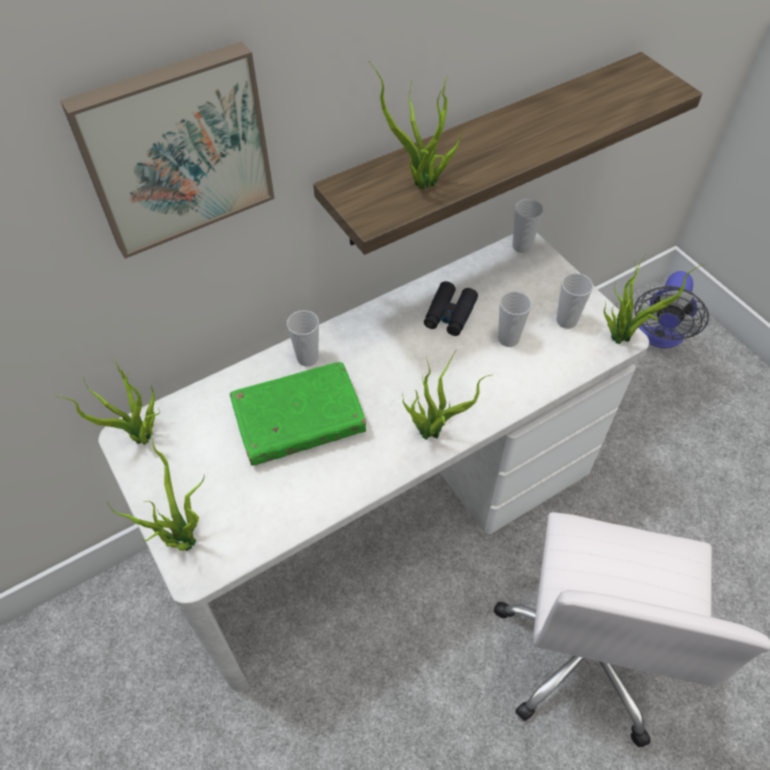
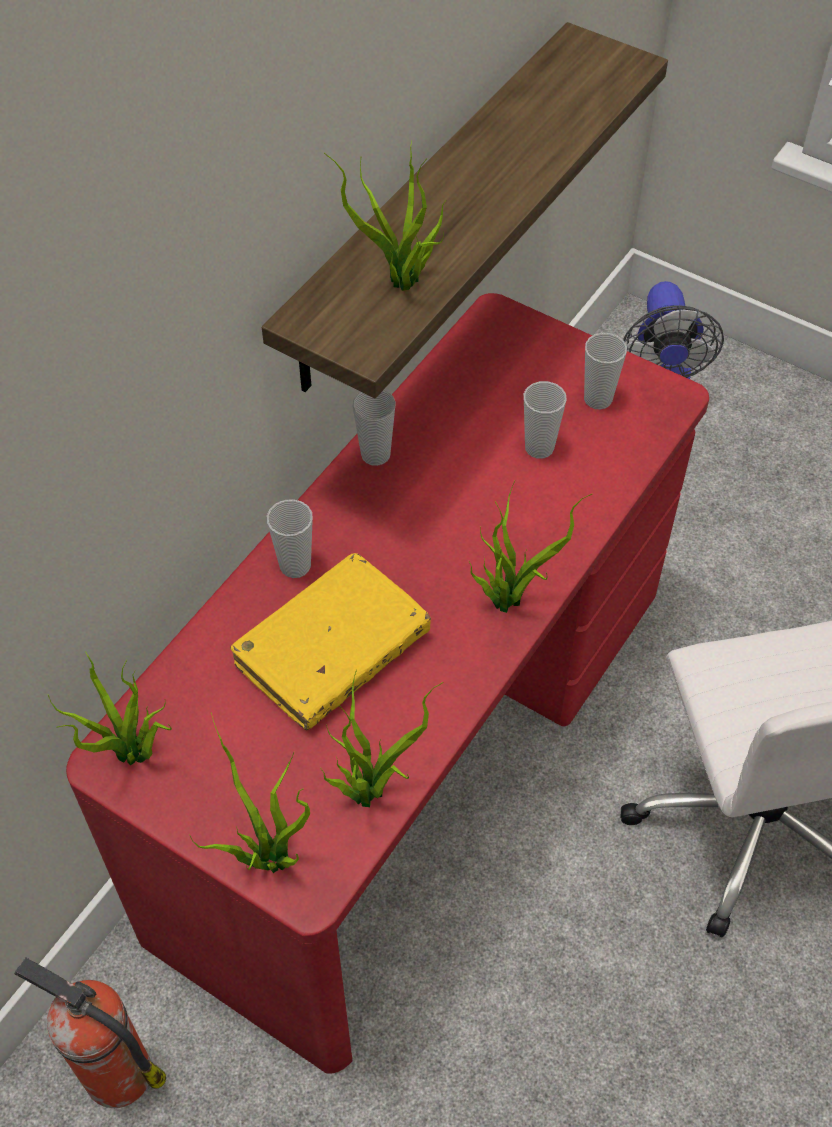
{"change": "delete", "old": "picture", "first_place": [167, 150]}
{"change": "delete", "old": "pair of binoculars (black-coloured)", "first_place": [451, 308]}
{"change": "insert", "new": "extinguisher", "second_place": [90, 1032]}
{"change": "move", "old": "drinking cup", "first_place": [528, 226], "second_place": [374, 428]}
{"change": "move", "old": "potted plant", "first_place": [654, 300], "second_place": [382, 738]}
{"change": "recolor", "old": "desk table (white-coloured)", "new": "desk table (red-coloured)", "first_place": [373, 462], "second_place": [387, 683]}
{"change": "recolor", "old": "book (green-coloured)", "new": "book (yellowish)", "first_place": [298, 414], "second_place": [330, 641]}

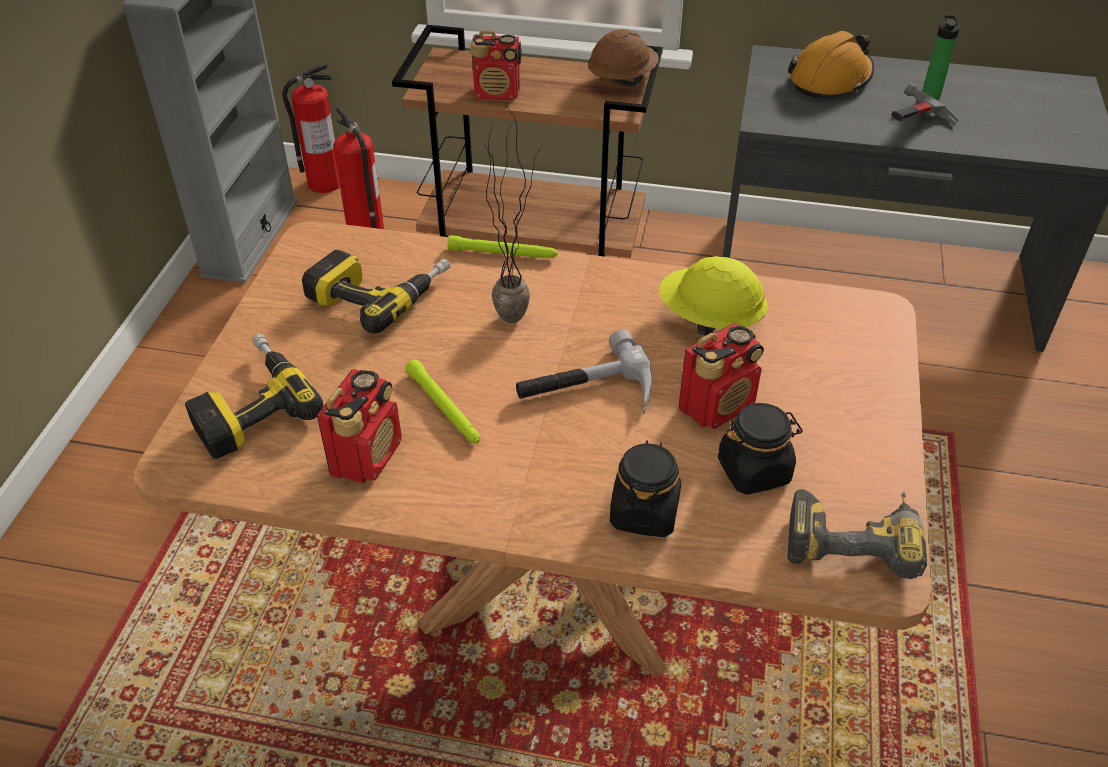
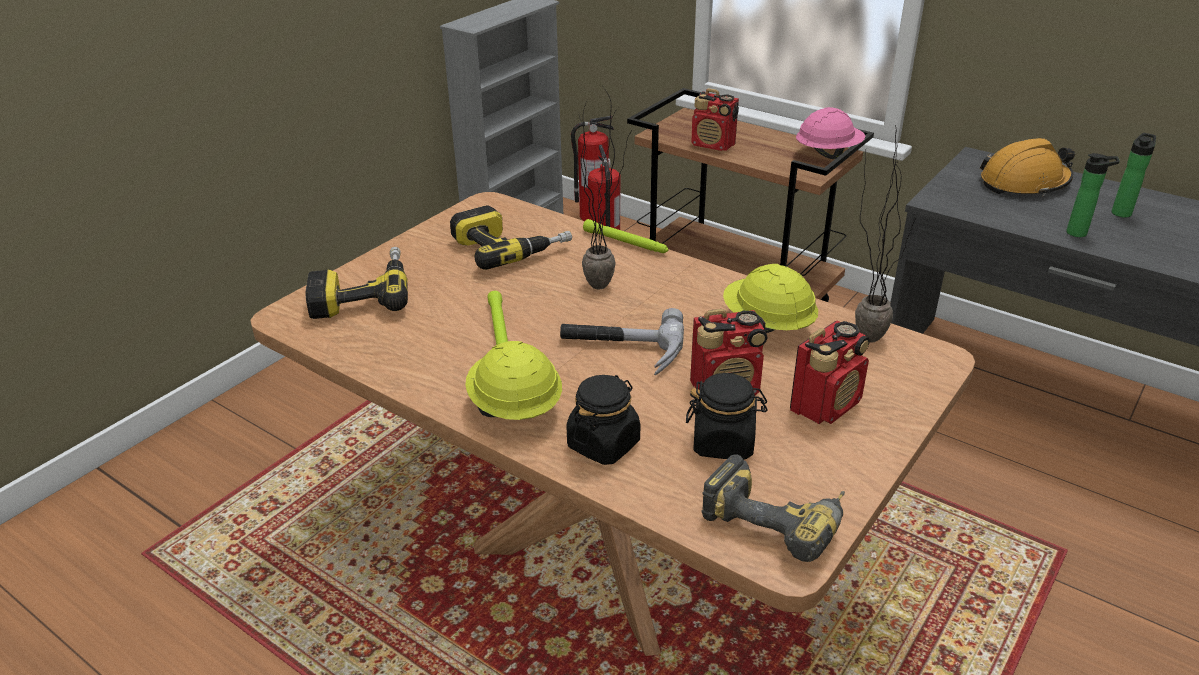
{"change": "insert", "new": "safety helmet (yellowish)", "second_place": [513, 380]}
{"change": "insert", "new": "potted plant", "second_place": [884, 234]}
{"change": "move", "old": "radio set", "first_place": [359, 426], "second_place": [830, 372]}
{"change": "replace", "old": "hammer", "new": "beverage bottle", "first_place": [924, 104], "second_place": [1093, 195]}
{"change": "recolor", "old": "safety helmet (brown)", "new": "safety helmet (pinkish)", "first_place": [623, 58], "second_place": [830, 133]}

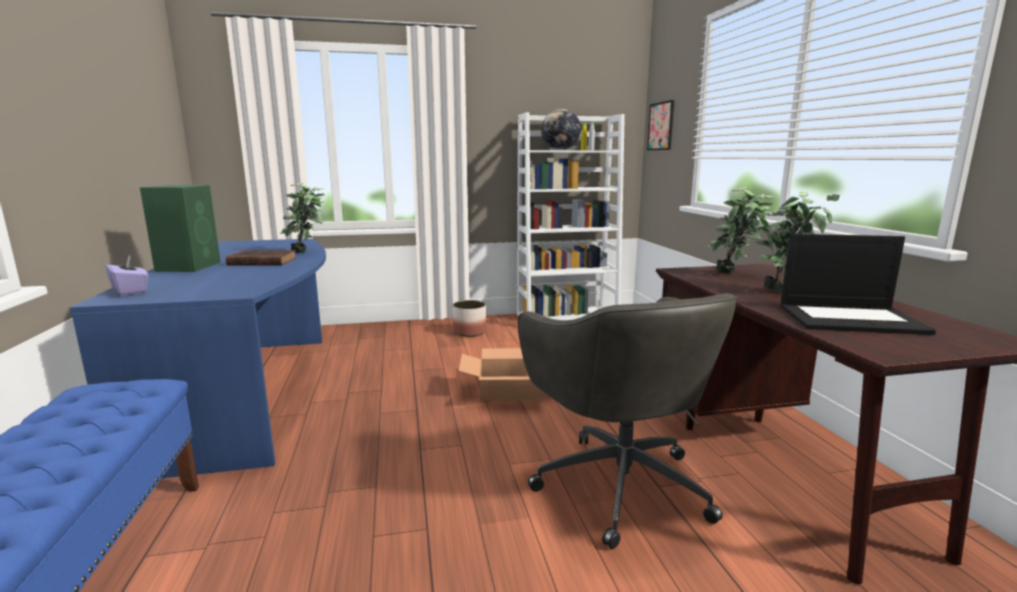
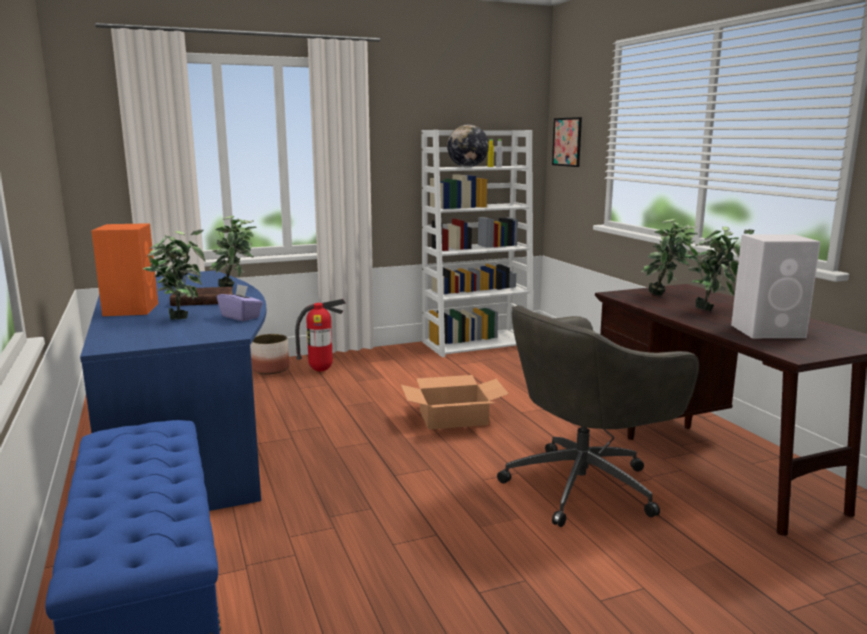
{"change": "insert", "new": "potted plant", "second_place": [174, 274]}
{"change": "insert", "new": "extinguisher", "second_place": [320, 335]}
{"change": "move", "old": "box of tissues (purplish)", "first_place": [127, 275], "second_place": [240, 302]}
{"change": "move", "old": "plant pot", "first_place": [470, 318], "second_place": [269, 354]}
{"change": "replace", "old": "portable computer", "new": "speaker (white-coloured)", "first_place": [858, 284], "second_place": [776, 286]}
{"change": "recolor", "old": "speaker (green-coloured)", "new": "speaker (orange-coloured)", "first_place": [180, 228], "second_place": [124, 269]}
{"change": "rotate", "old": "desk chair (greyish)", "first_place": [628, 421], "second_place": [598, 416], "degrees": 90}

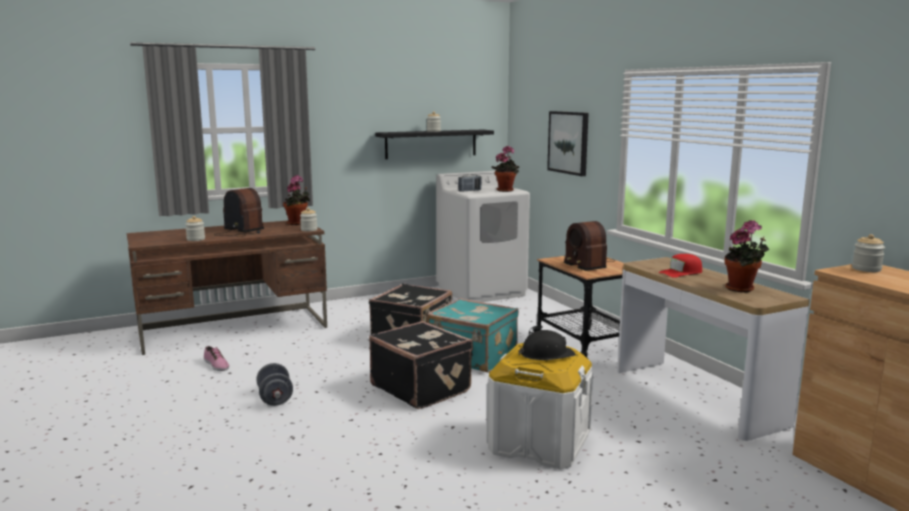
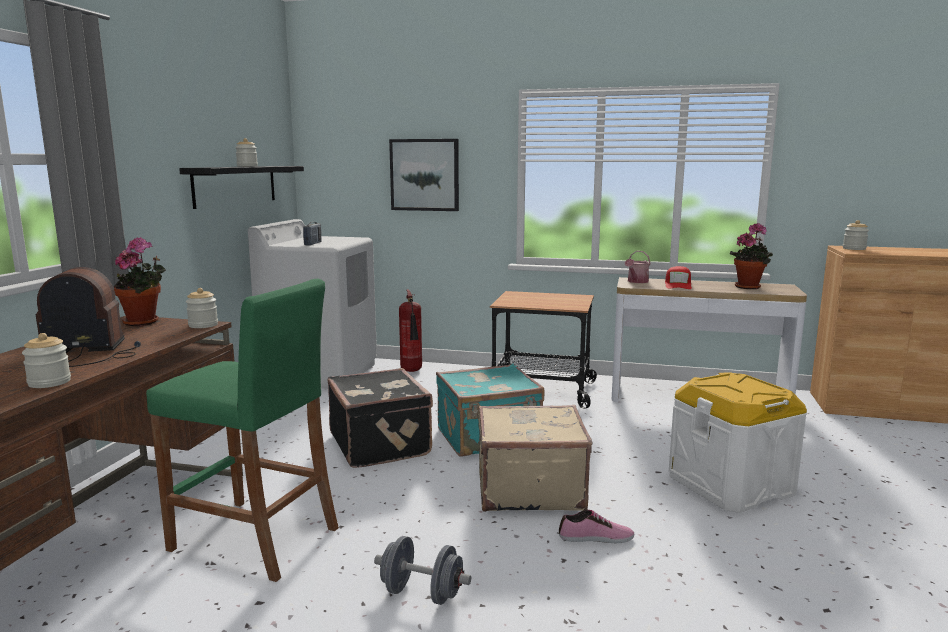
{"change": "delete", "old": "potted plant", "first_place": [505, 169]}
{"change": "delete", "old": "safety helmet (black-coloured)", "first_place": [547, 345]}
{"change": "delete", "old": "radio set", "first_place": [589, 246]}
{"change": "insert", "new": "sitting stool (green-coloured)", "second_place": [242, 430]}
{"change": "insert", "new": "extinguisher", "second_place": [410, 330]}
{"change": "insert", "new": "watering can", "second_place": [638, 267]}
{"change": "move", "old": "low shoe", "first_place": [216, 358], "second_place": [596, 526]}
{"change": "recolor", "old": "piece of luggage (black-coloured)", "new": "piece of luggage (sand-coloured)", "first_place": [421, 365], "second_place": [535, 458]}

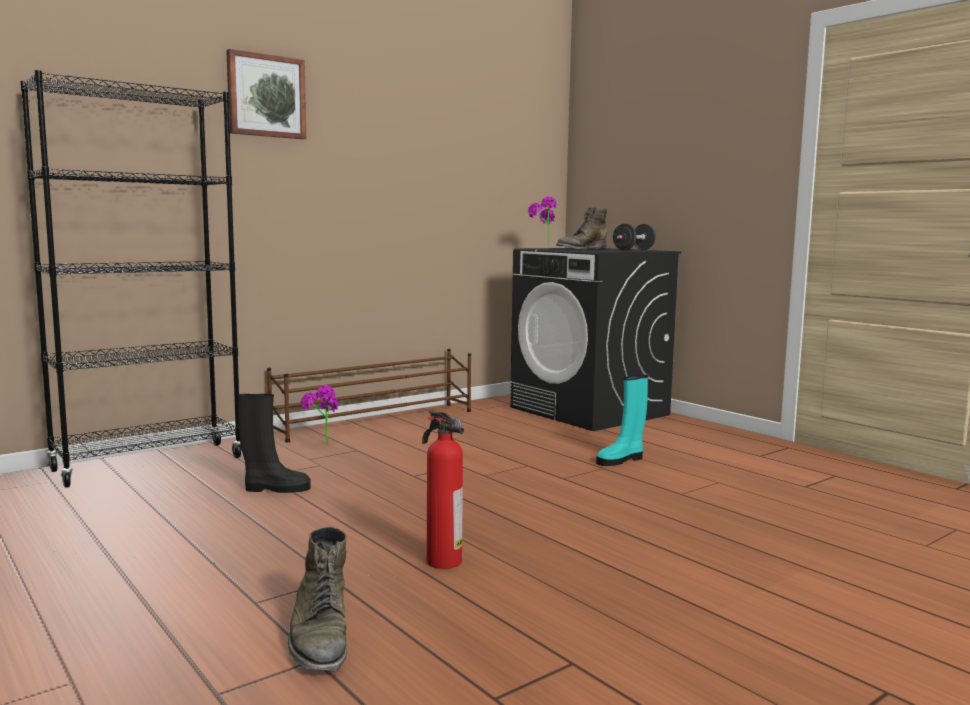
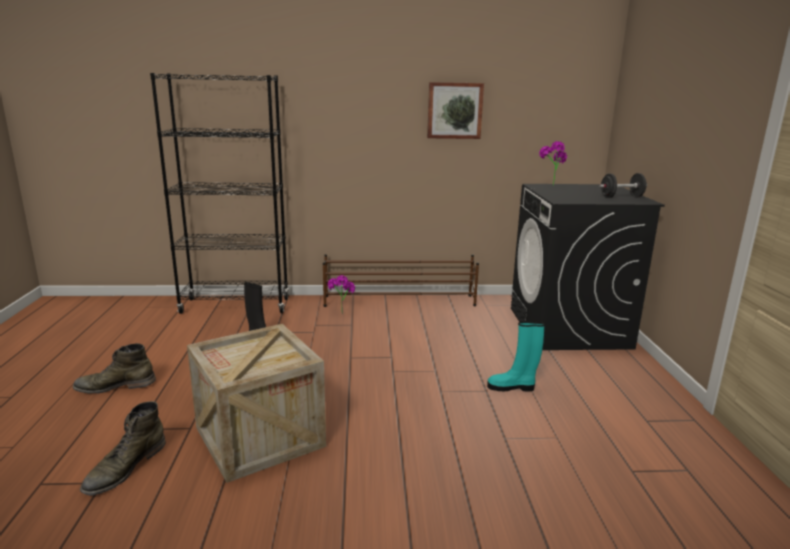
{"change": "move", "old": "picture", "first_place": [266, 94], "second_place": [455, 110]}
{"change": "move", "old": "high-top boot (green-coloured)", "first_place": [581, 228], "second_place": [114, 368]}
{"change": "replace", "old": "extinguisher", "new": "packing crate", "first_place": [443, 490], "second_place": [256, 403]}

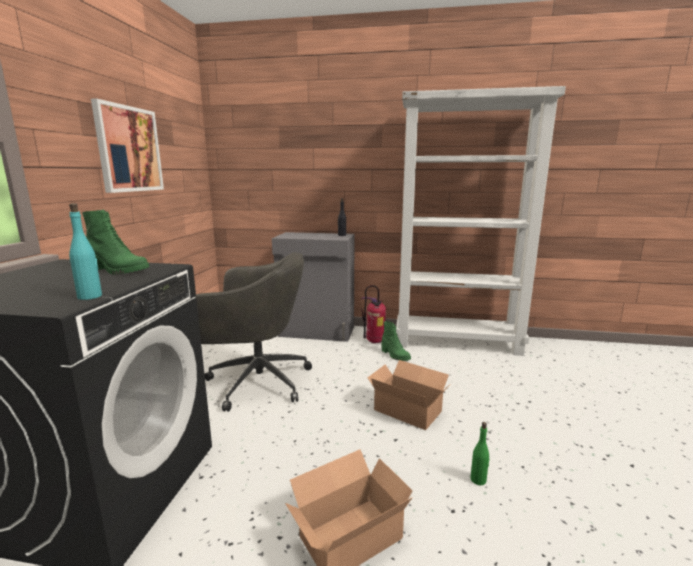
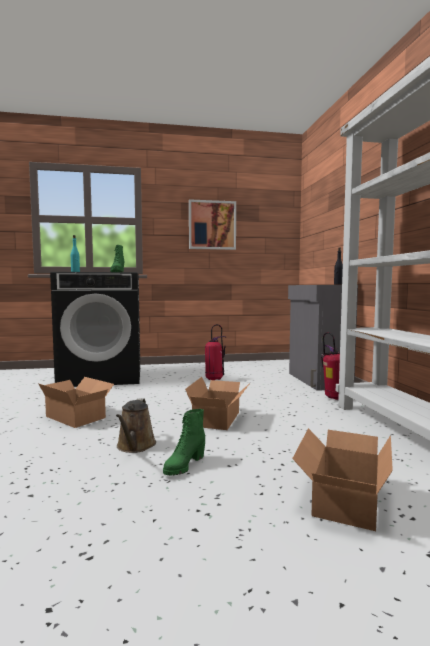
{"change": "insert", "new": "packing box", "second_place": [342, 479]}
{"change": "move", "old": "high-top boot (green-coloured)", "first_place": [396, 341], "second_place": [184, 442]}
{"change": "replace", "old": "desk chair (greyish)", "new": "extinguisher", "first_place": [253, 331], "second_place": [216, 352]}
{"change": "replace", "old": "beverage bottle (green-coloured)", "new": "watering can (brown)", "first_place": [480, 453], "second_place": [136, 425]}

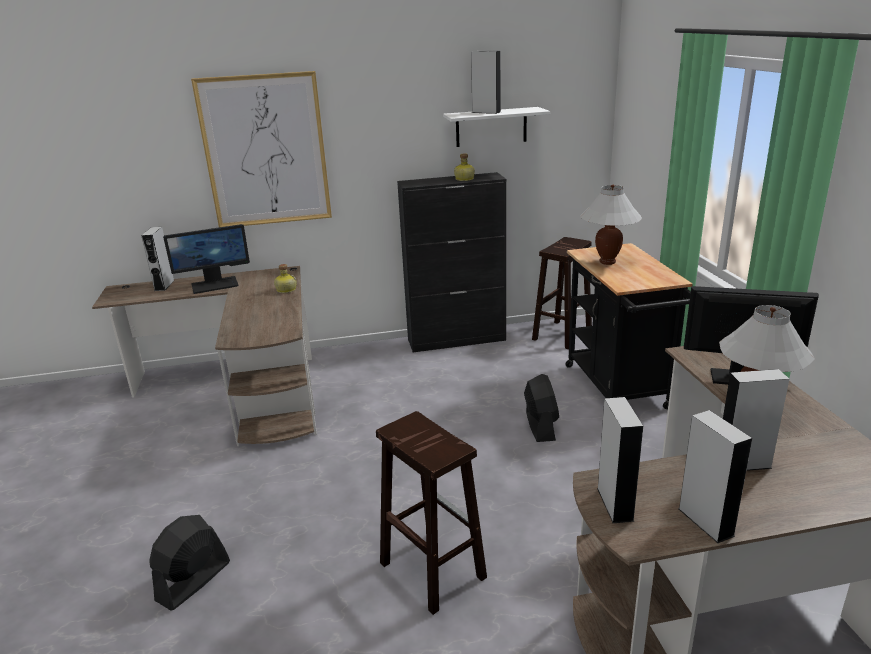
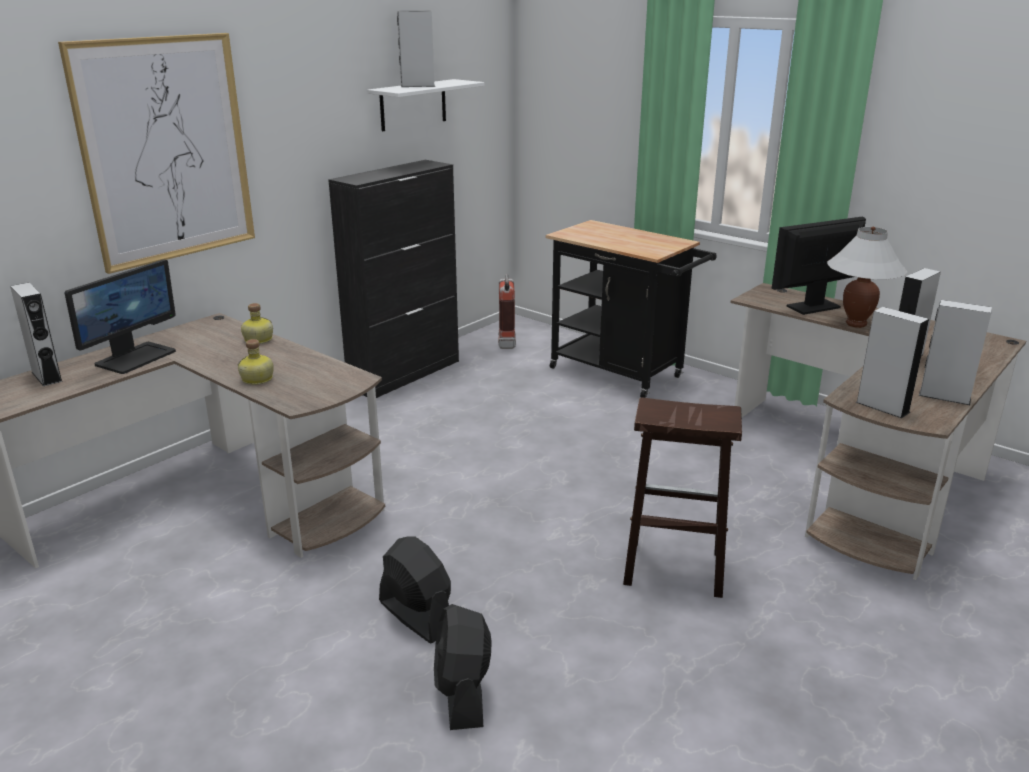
{"change": "delete", "old": "table lamp (white-coloured)", "first_place": [611, 225]}
{"change": "move", "old": "beverage bottle", "first_place": [464, 167], "second_place": [255, 362]}
{"change": "move", "old": "fan (black-coloured)", "first_place": [541, 408], "second_place": [415, 589]}
{"change": "replace", "old": "sitting stool (brown)", "new": "extinguisher", "first_place": [562, 293], "second_place": [507, 311]}

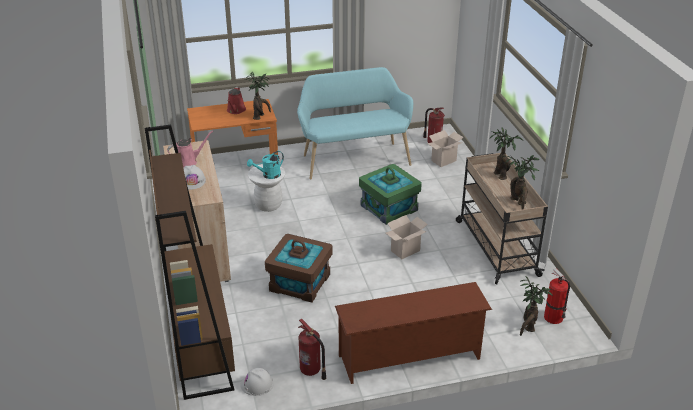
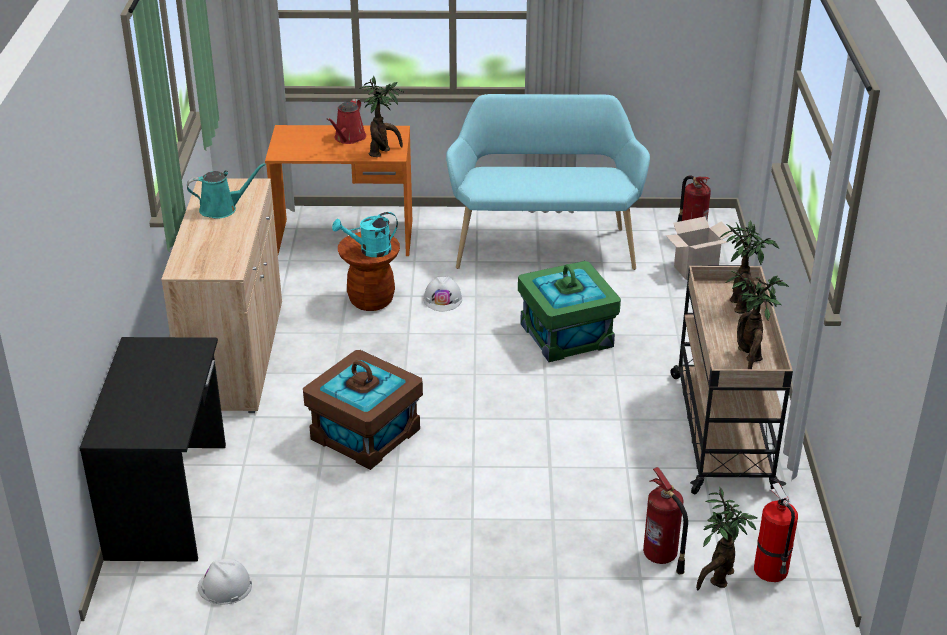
{"change": "delete", "old": "shoe stand (brown)", "first_place": [413, 333]}
{"change": "delete", "old": "packing box", "first_place": [407, 237]}
{"change": "move", "old": "safety helmet (white-coloured)", "first_place": [194, 177], "second_place": [442, 294]}
{"change": "move", "old": "extinguisher", "first_place": [312, 349], "second_place": [665, 521]}
{"change": "replace", "old": "shelving unit (brown)", "new": "desk table (black-coloured)", "first_place": [189, 262], "second_place": [152, 449]}
{"change": "recolor", "old": "watering can (pinkish)", "new": "watering can (blue-green)", "first_place": [190, 149], "second_place": [226, 191]}
{"change": "recolor", "old": "sitting stool (white-coloured)", "new": "sitting stool (brown)", "first_place": [266, 188], "second_place": [369, 271]}

